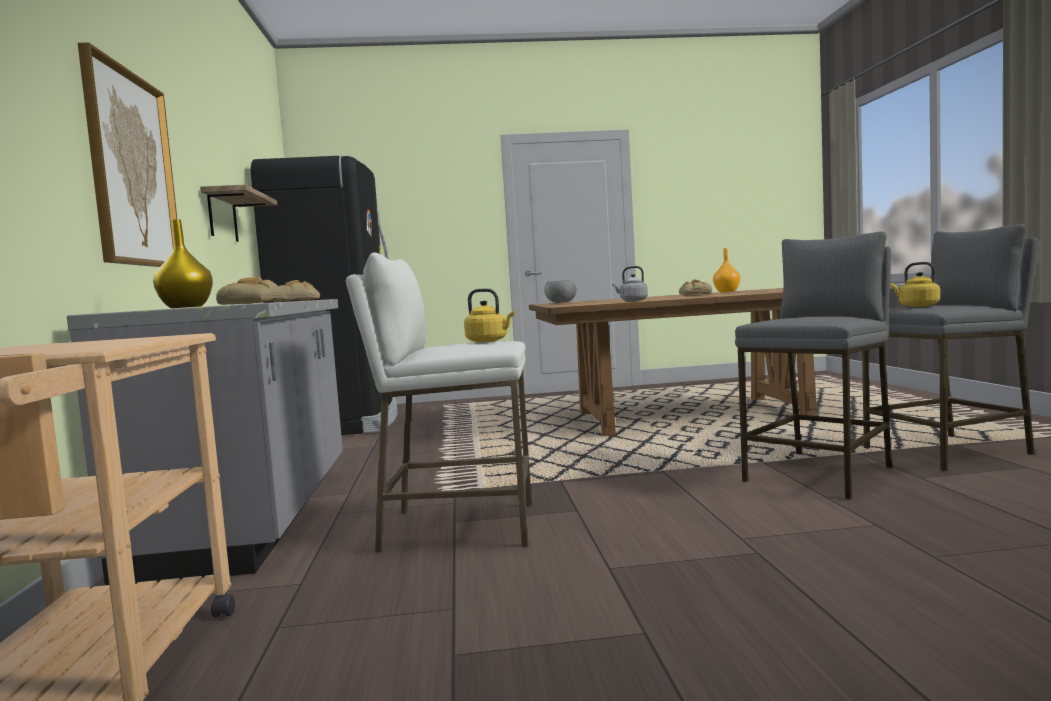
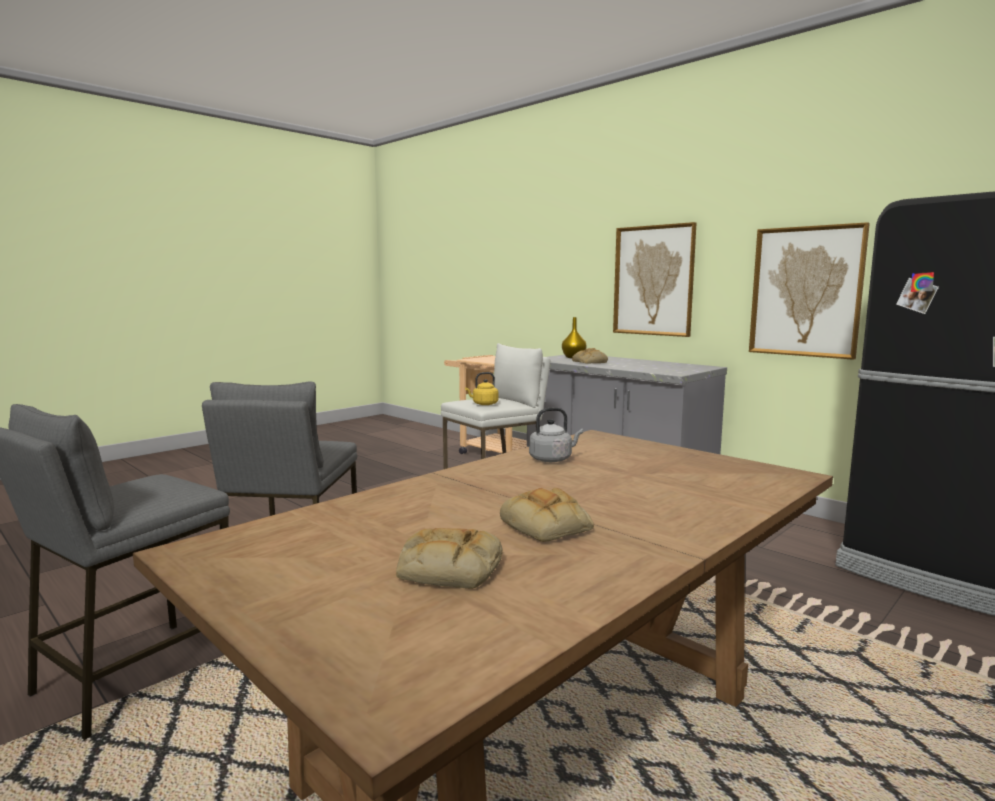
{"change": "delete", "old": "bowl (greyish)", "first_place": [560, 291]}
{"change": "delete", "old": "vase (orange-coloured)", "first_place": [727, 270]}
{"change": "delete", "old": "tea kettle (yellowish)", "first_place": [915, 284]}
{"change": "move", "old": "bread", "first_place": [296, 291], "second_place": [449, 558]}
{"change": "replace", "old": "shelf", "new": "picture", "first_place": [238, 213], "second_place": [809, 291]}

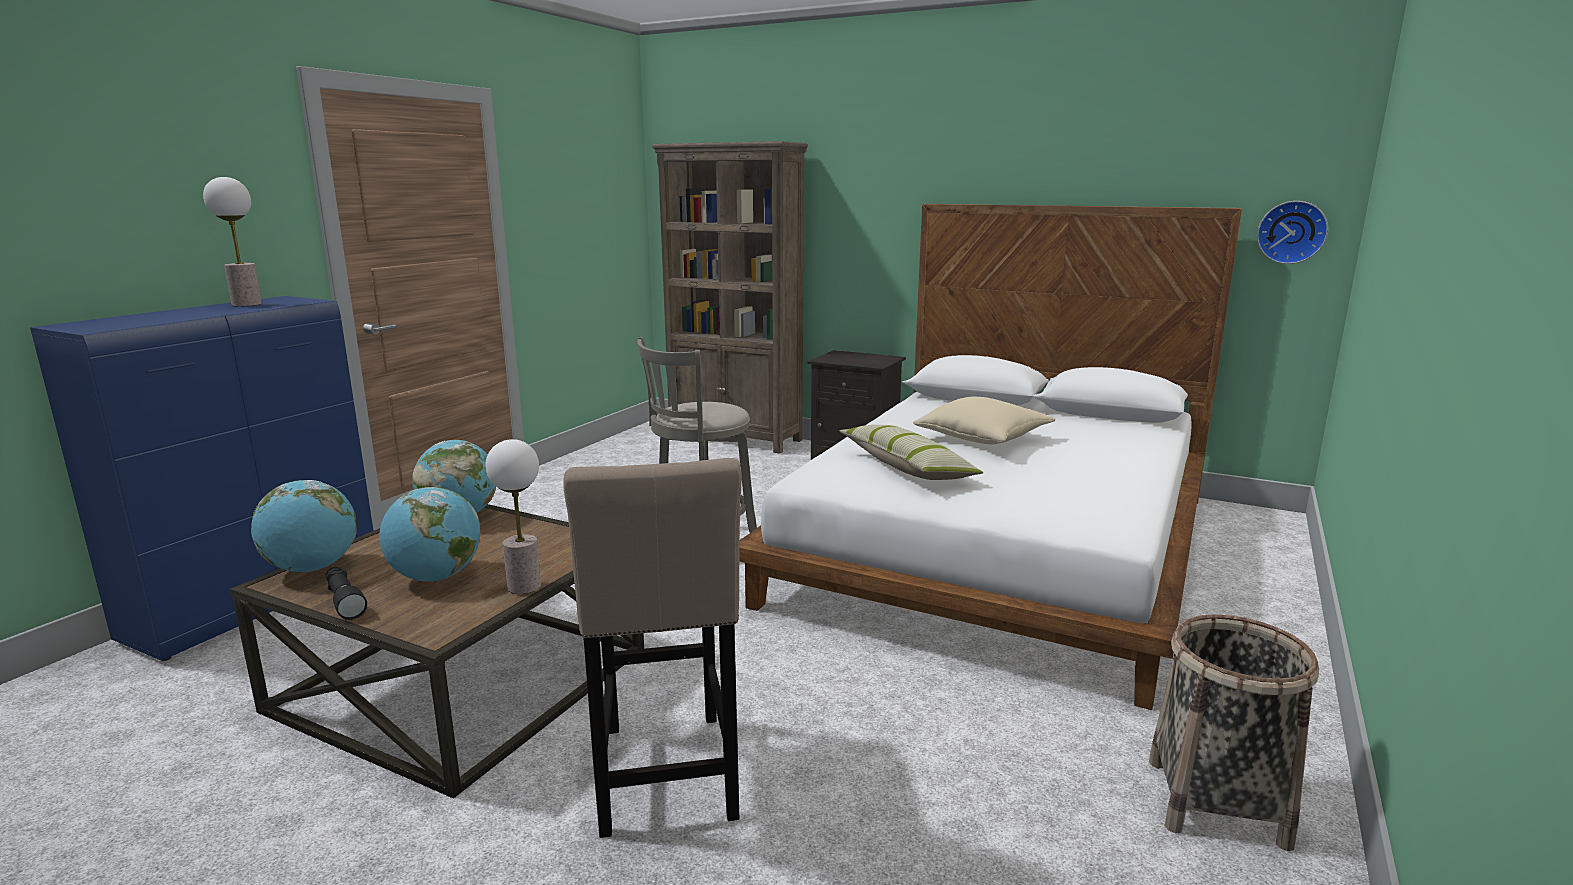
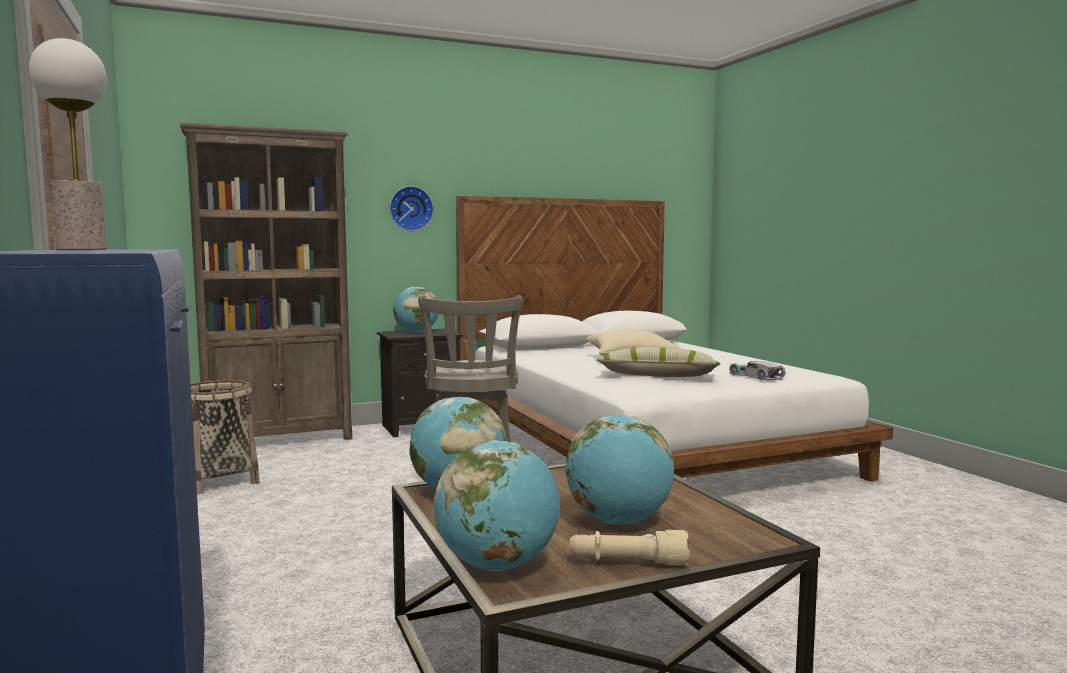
{"change": "delete", "old": "table lamp", "first_place": [513, 516]}
{"change": "delete", "old": "sitting stool (sand-coloured)", "first_place": [652, 648]}
{"change": "insert", "new": "globe", "second_place": [415, 309]}
{"change": "insert", "new": "miniature car (white-coloured)", "second_place": [757, 370]}
{"change": "move", "old": "basket", "first_place": [1234, 733], "second_place": [225, 437]}
{"change": "move", "old": "wall clock", "first_place": [1292, 232], "second_place": [412, 209]}
{"change": "recolor", "old": "torch (black-coloured)", "new": "torch (sand-coloured)", "first_place": [346, 593], "second_place": [629, 547]}

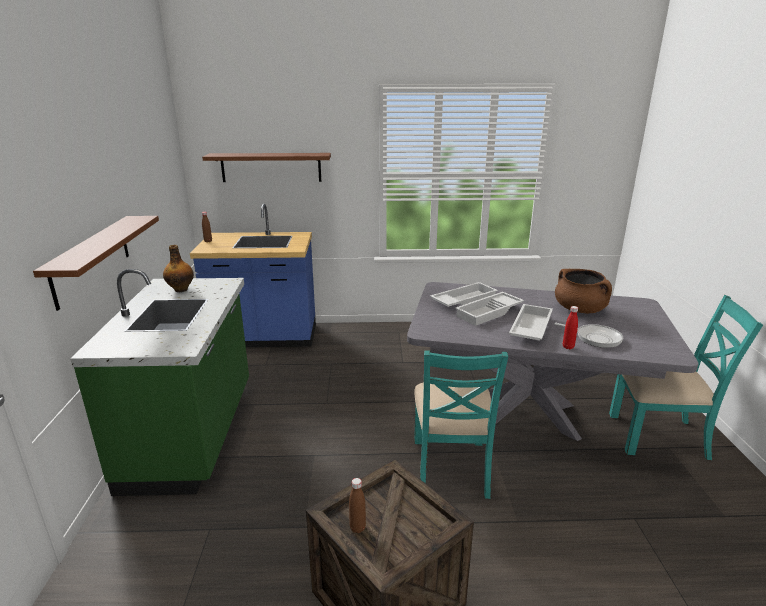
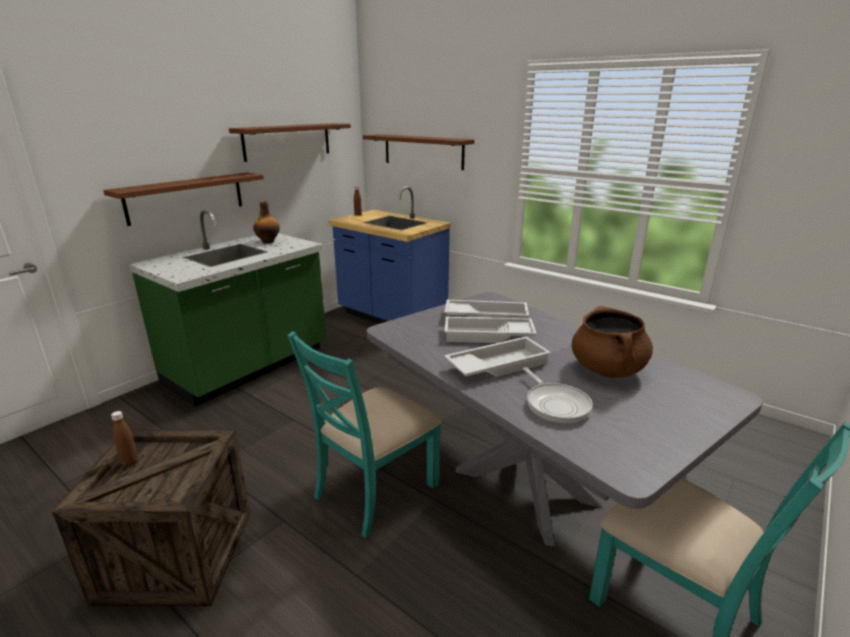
{"change": "delete", "old": "beverage bottle (red-coloured)", "first_place": [570, 327]}
{"change": "insert", "new": "shelf (brown)", "second_place": [290, 142]}

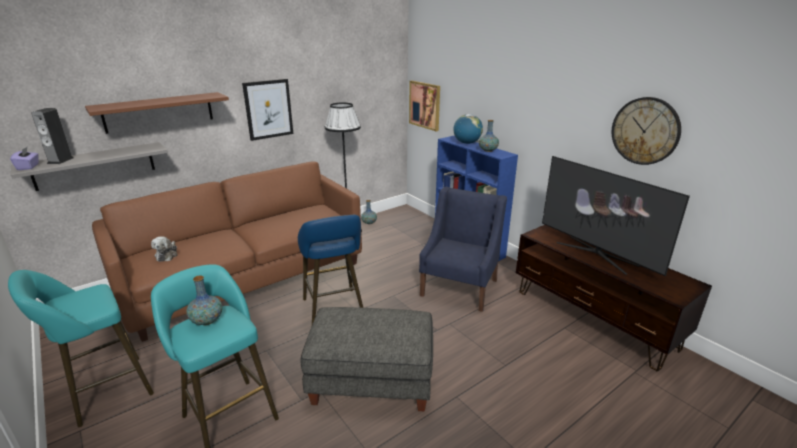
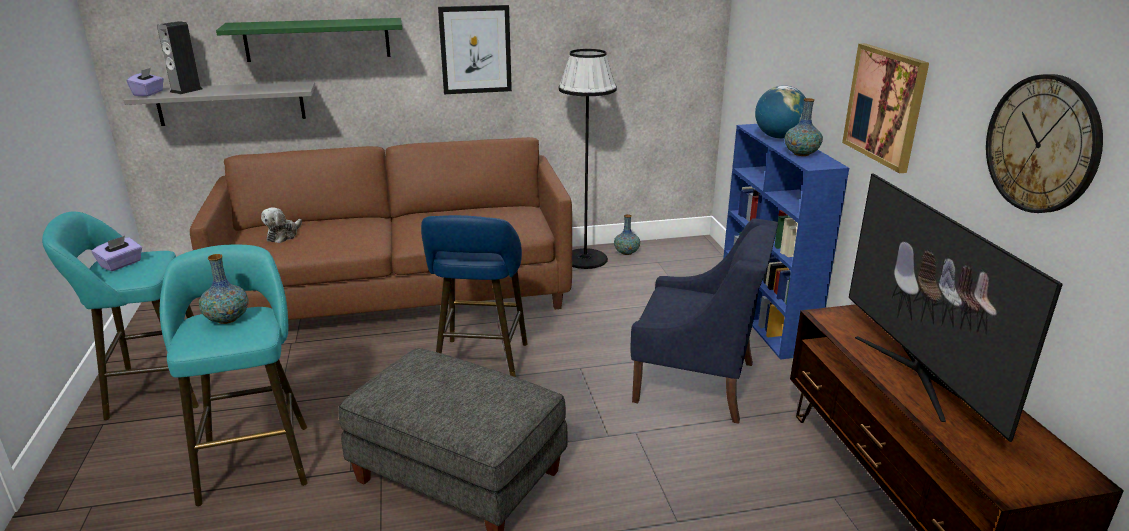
{"change": "insert", "new": "box of tissues (purplish)", "second_place": [117, 254]}
{"change": "move", "old": "picture", "first_place": [424, 106], "second_place": [885, 108]}
{"change": "recolor", "old": "shelf (brown)", "new": "shelf (green-coloured)", "first_place": [157, 113], "second_place": [309, 40]}
{"change": "rotate", "old": "lounge chair (blue-coloured)", "first_place": [463, 249], "second_place": [704, 321], "degrees": 60}

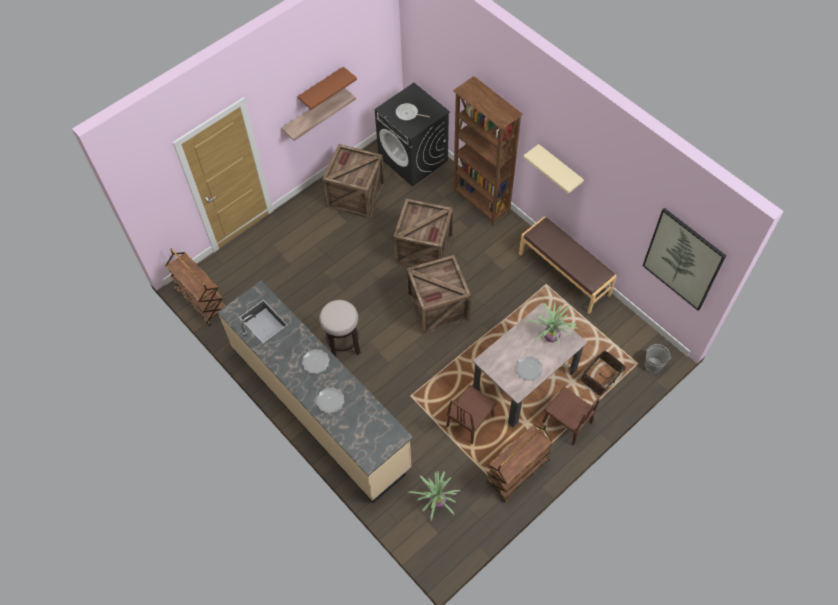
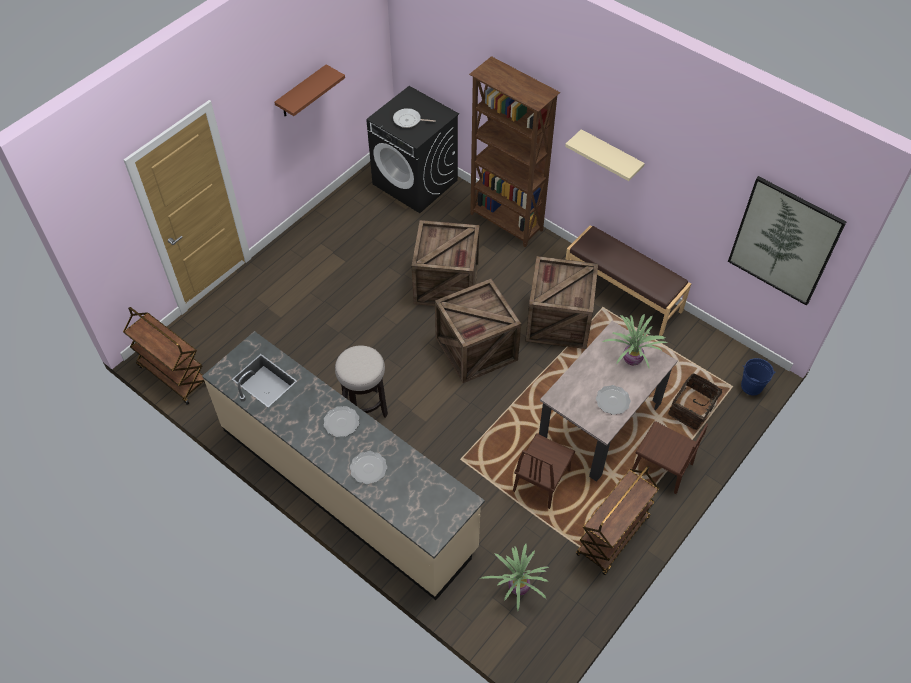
{"change": "delete", "old": "shelf", "first_place": [318, 114]}
{"change": "move", "old": "packing crate", "first_place": [353, 181], "second_place": [562, 302]}
{"change": "recolor", "old": "pail (greyish)", "new": "pail (blue-coloured)", "first_place": [658, 358], "second_place": [758, 377]}

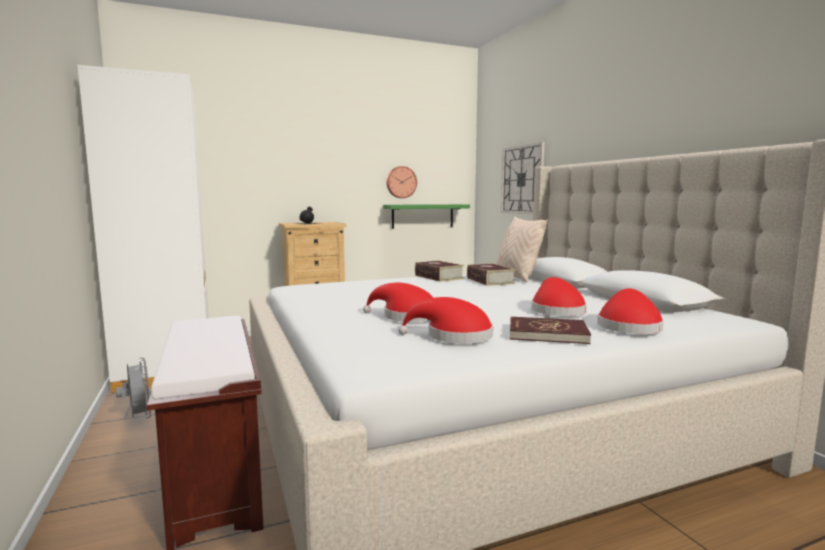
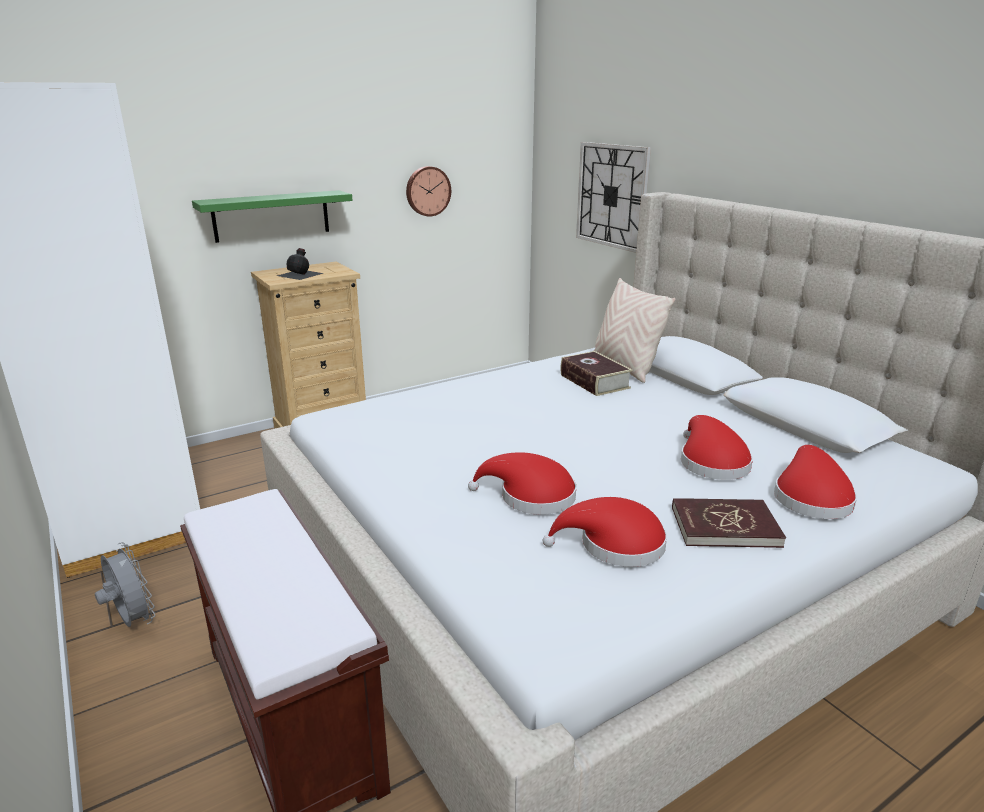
{"change": "delete", "old": "book", "first_place": [439, 271]}
{"change": "move", "old": "shelf (green-coloured)", "first_place": [426, 216], "second_place": [272, 216]}

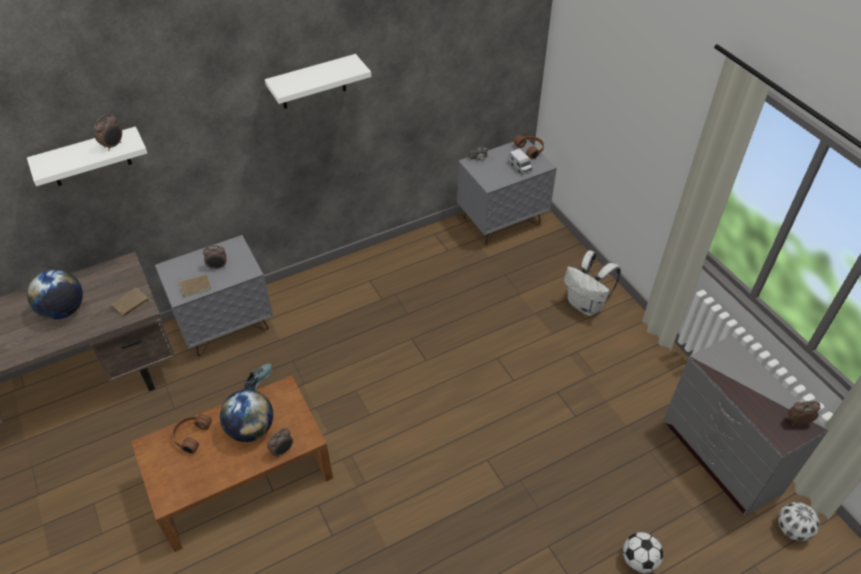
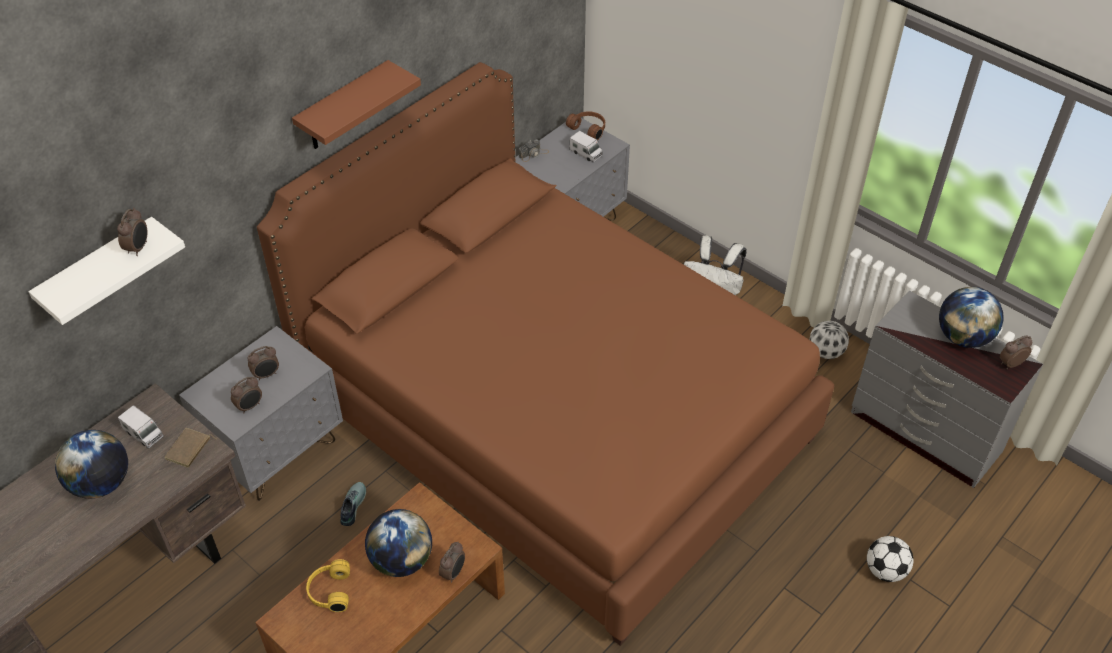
{"change": "insert", "new": "toy truck", "second_place": [140, 426]}
{"change": "insert", "new": "sleeping bed (brown)", "second_place": [545, 354]}
{"change": "insert", "new": "globe", "second_place": [971, 317]}
{"change": "move", "old": "ball for football", "first_place": [798, 521], "second_place": [829, 340]}
{"change": "replace", "old": "book (brown)", "new": "alarm clock", "first_place": [194, 286], "second_place": [246, 395]}
{"change": "recolor", "old": "pair of headphones (brown)", "new": "pair of headphones (yellowish)", "first_place": [192, 434], "second_place": [328, 585]}
{"change": "recolor", "old": "shelf (white-coloured)", "new": "shelf (brown)", "first_place": [318, 81], "second_place": [356, 104]}

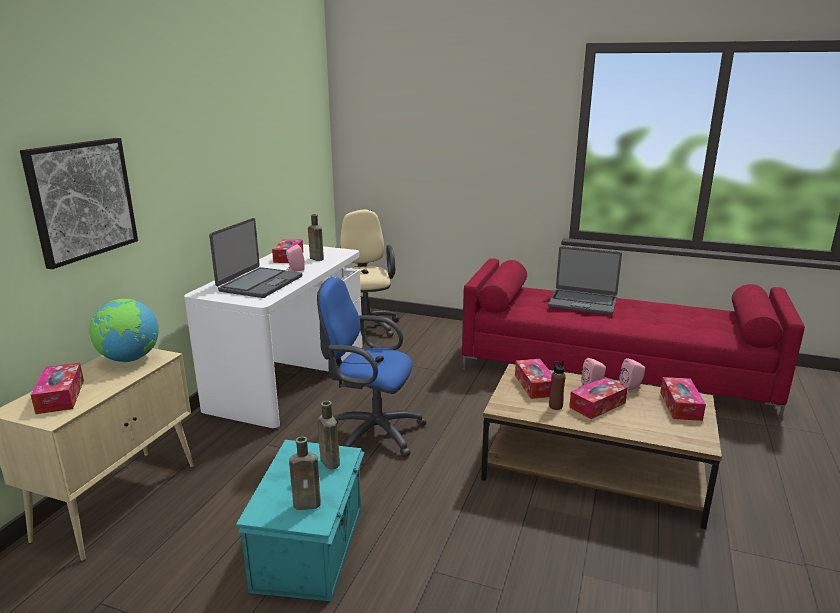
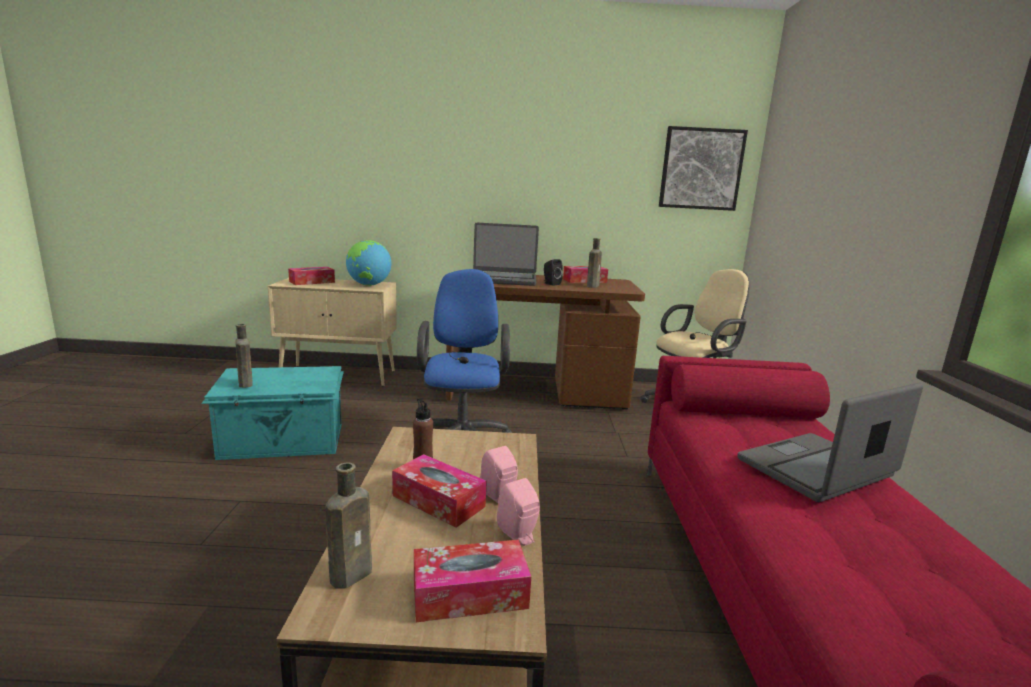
{"change": "delete", "old": "box of tissues", "first_place": [533, 379]}
{"change": "move", "old": "picture", "first_place": [79, 203], "second_place": [703, 168]}
{"change": "move", "old": "beverage bottle (brown)", "first_place": [328, 435], "second_place": [348, 525]}
{"change": "recolor", "old": "desk table (white-coloured)", "new": "desk table (brown)", "first_place": [273, 336], "second_place": [545, 342]}
{"change": "recolor", "old": "speaker (pinkish)", "new": "speaker (black-coloured)", "first_place": [295, 258], "second_place": [553, 272]}
{"change": "rotate", "old": "portable computer", "first_place": [585, 280], "second_place": [830, 442], "degrees": 60}

